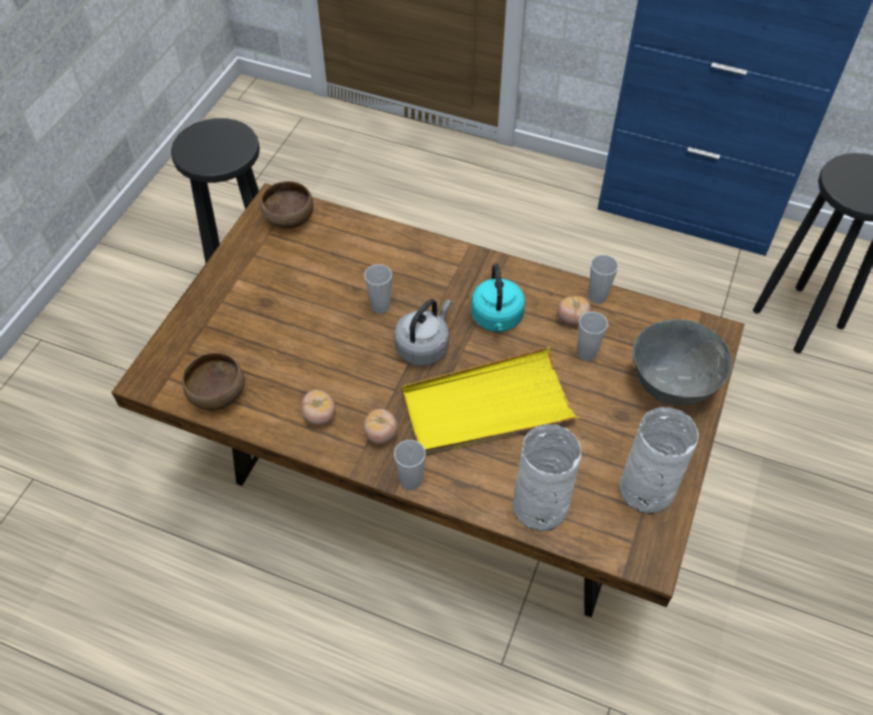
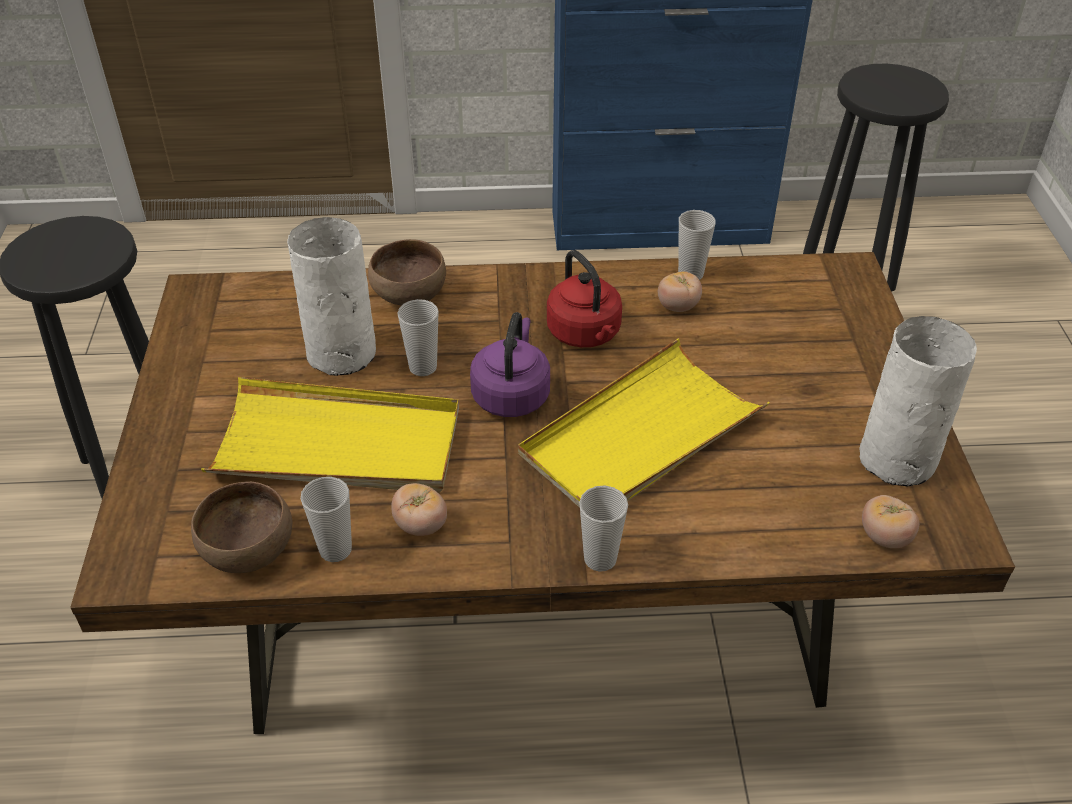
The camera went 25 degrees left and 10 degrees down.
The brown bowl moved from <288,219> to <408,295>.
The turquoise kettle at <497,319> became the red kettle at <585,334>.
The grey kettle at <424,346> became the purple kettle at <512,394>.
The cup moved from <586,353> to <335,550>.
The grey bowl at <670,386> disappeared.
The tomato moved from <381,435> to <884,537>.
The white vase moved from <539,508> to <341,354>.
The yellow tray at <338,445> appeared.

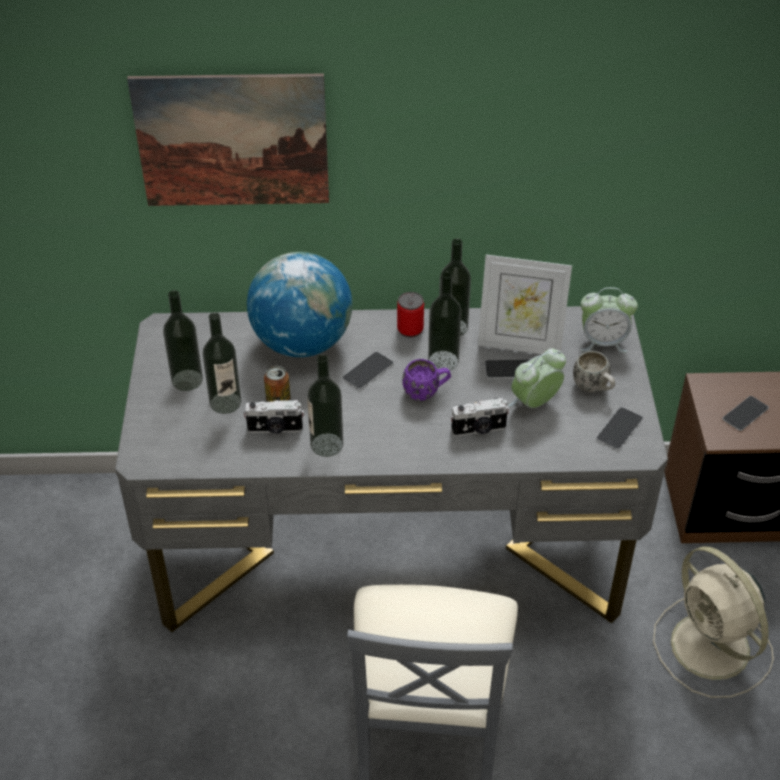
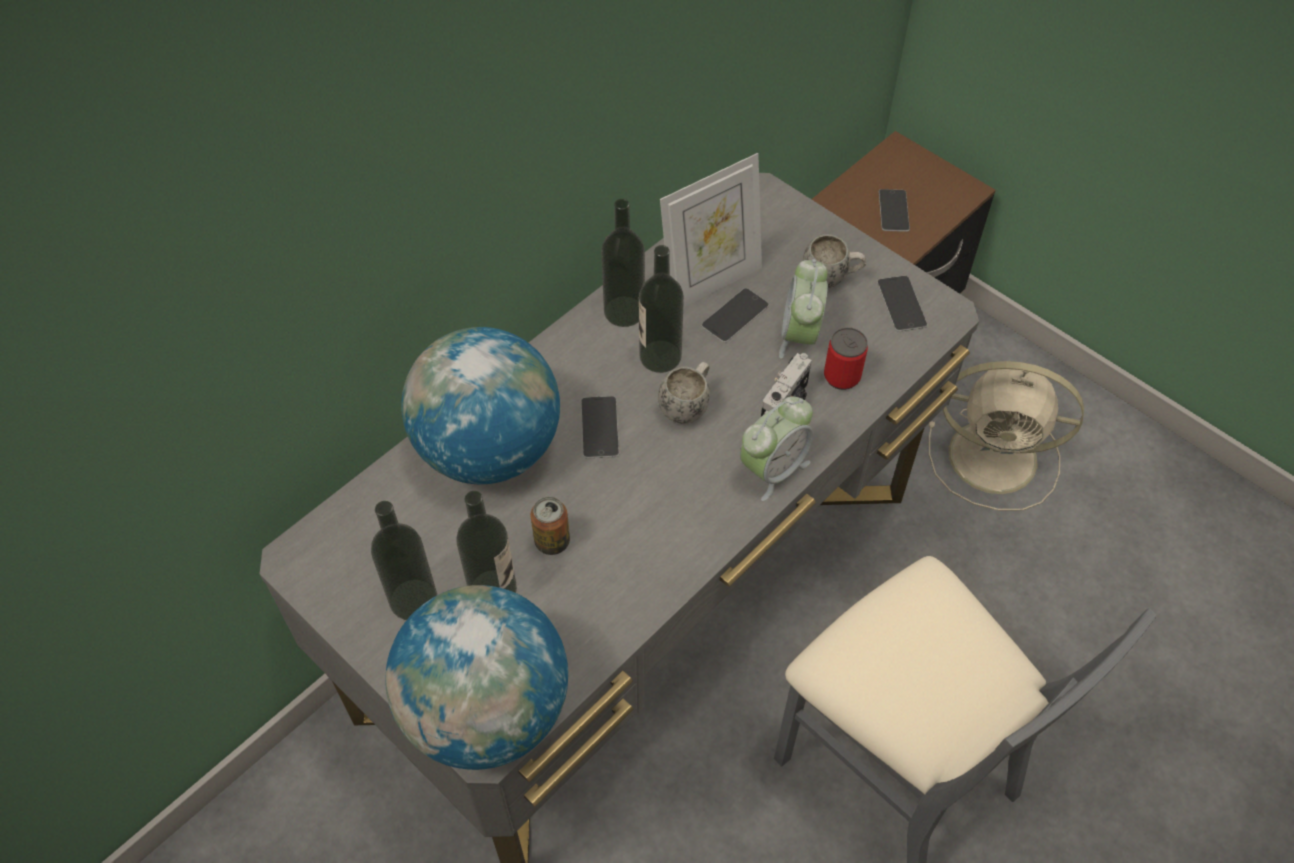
The camera went 45 degrees left and 10 degrees up.
The picture at <232,140> disappeared.
The alarm clock moved from <603,342> to <773,469>.
The can moved from <410,329> to <842,376>.
The bottle at <326,444> disappeared.
The purple mug at <426,392> became the white mug at <687,405>.
The photo camera at <275,429> disappeared.
The globe at <486,712> appeared.

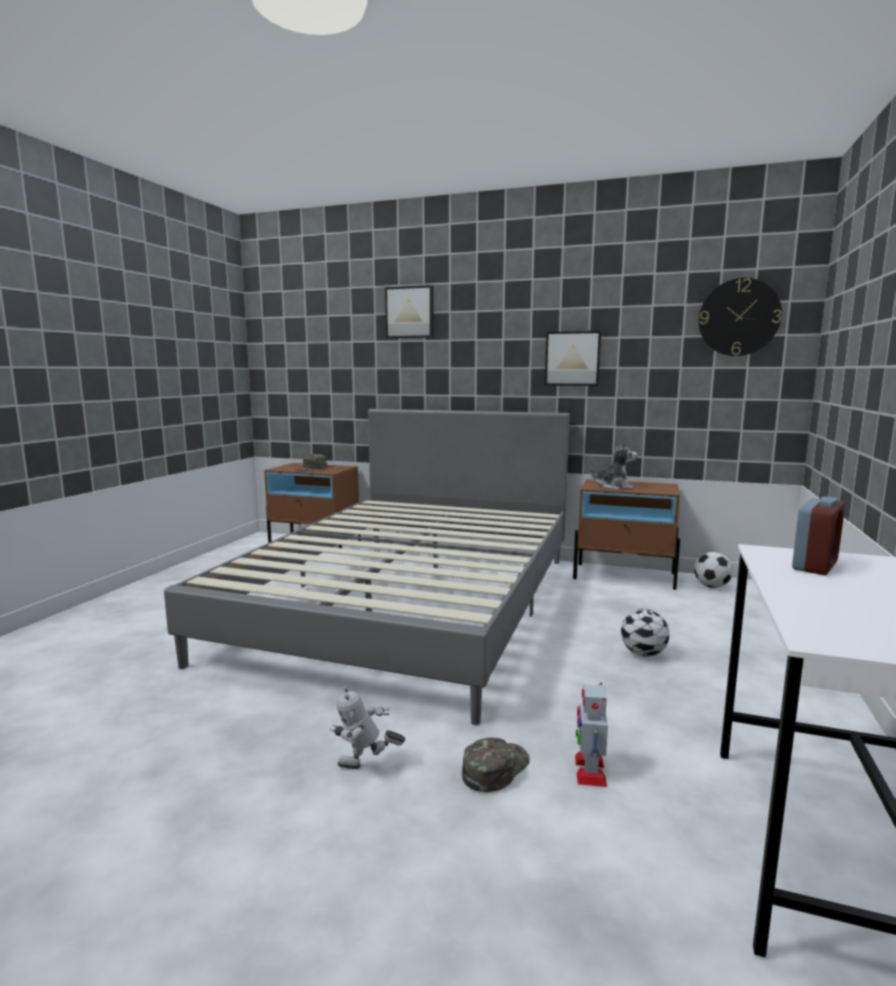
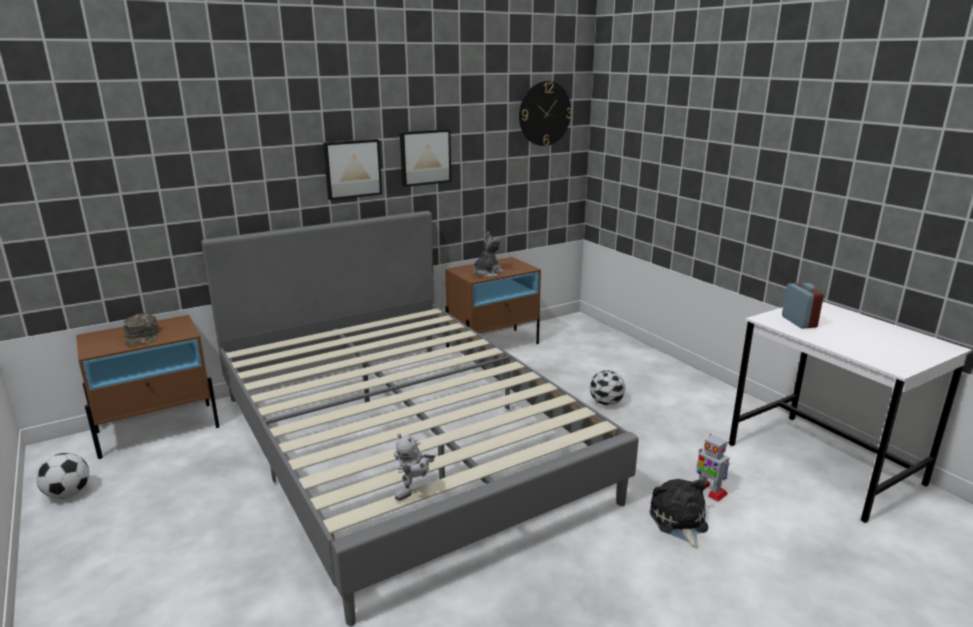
The camera went 50 degrees left and 10 degrees up.
The picture moved from <410,312> to <352,168>.
The football moved from <711,586> to <68,494>.
The toy robot moved from <366,769> to <416,491>.
The green cap at <495,768> was replaced by the plush toy at <679,522>.

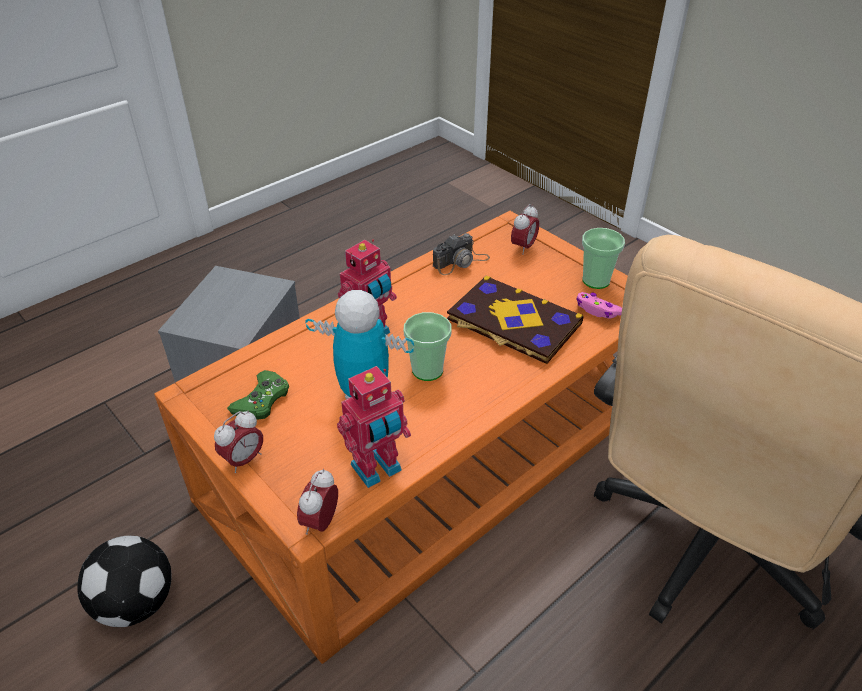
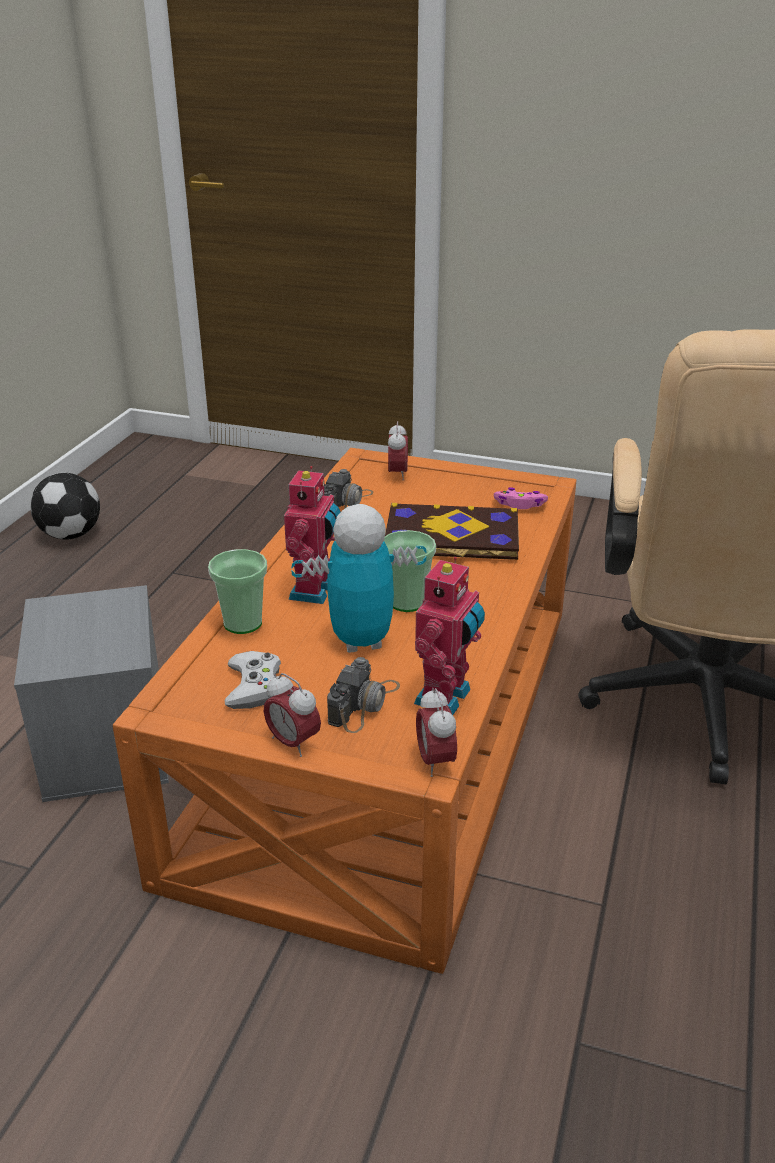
The camera went 30 degrees left and 10 degrees down.
The cup moved from <596,280> to <243,623>.
The green game controller at <262,400> became the white game controller at <254,686>.
The alarm clock at <244,460> turned 120 degrees clockwise.
The football moved from <137,602> to <71,534>.
The photo camera at <364,703> appeared.

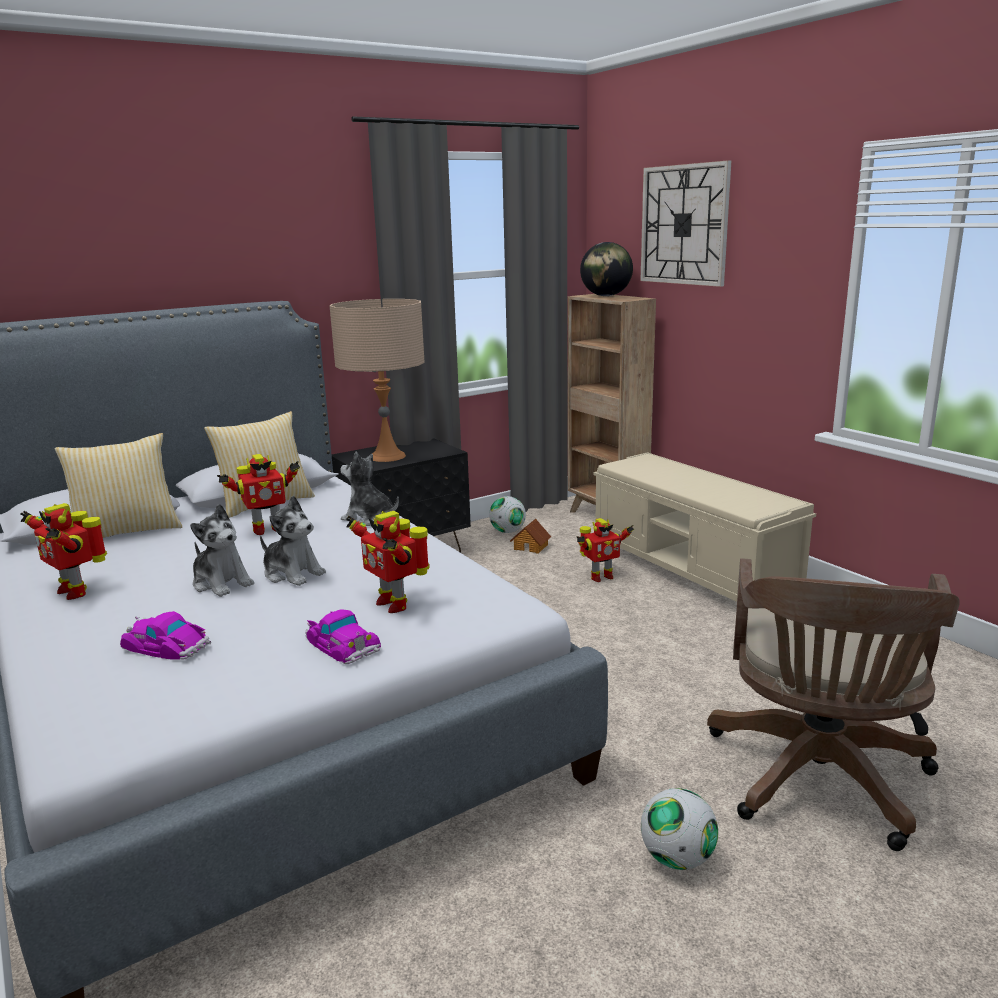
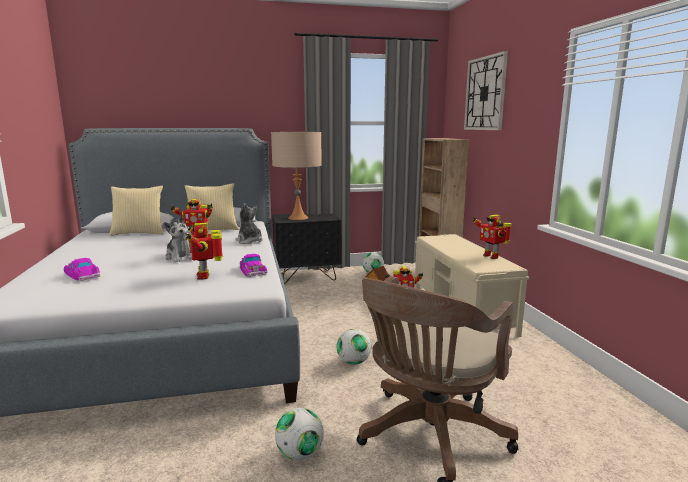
The camera went 20 degrees right and 5 degrees down.
The globe at <606,296> disappeared.
The toy robot moved from <75,591> to <491,256>.
The plush toy at <222,583> disappeared.
The toy car moved from <341,644> to <252,270>.
The football at <353,362> appeared.

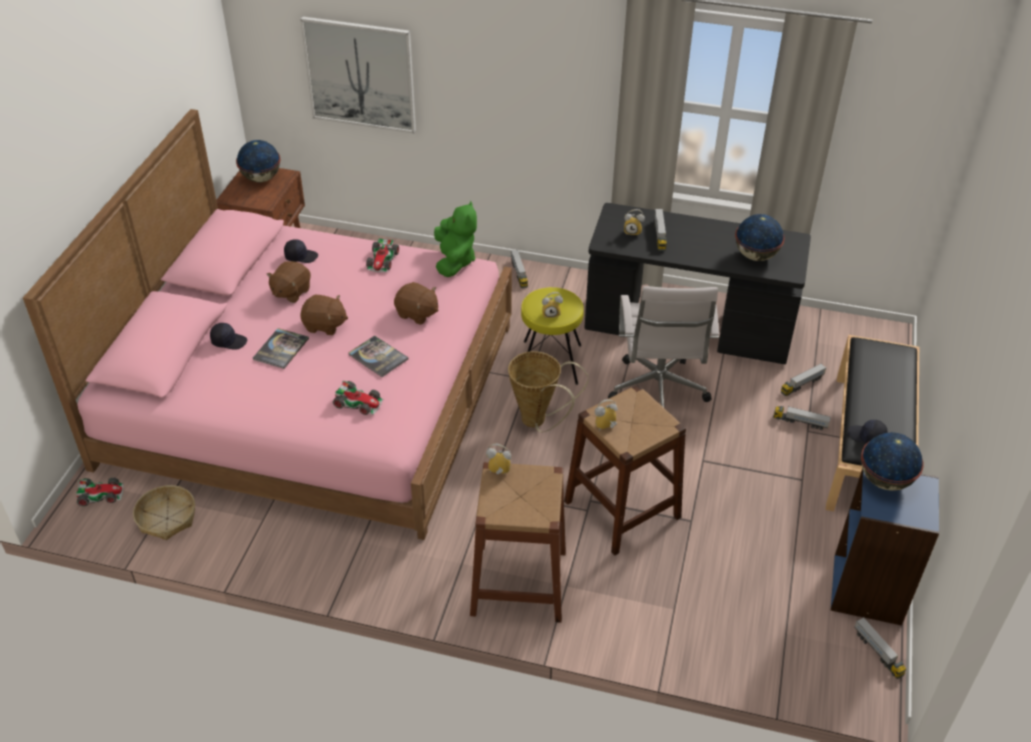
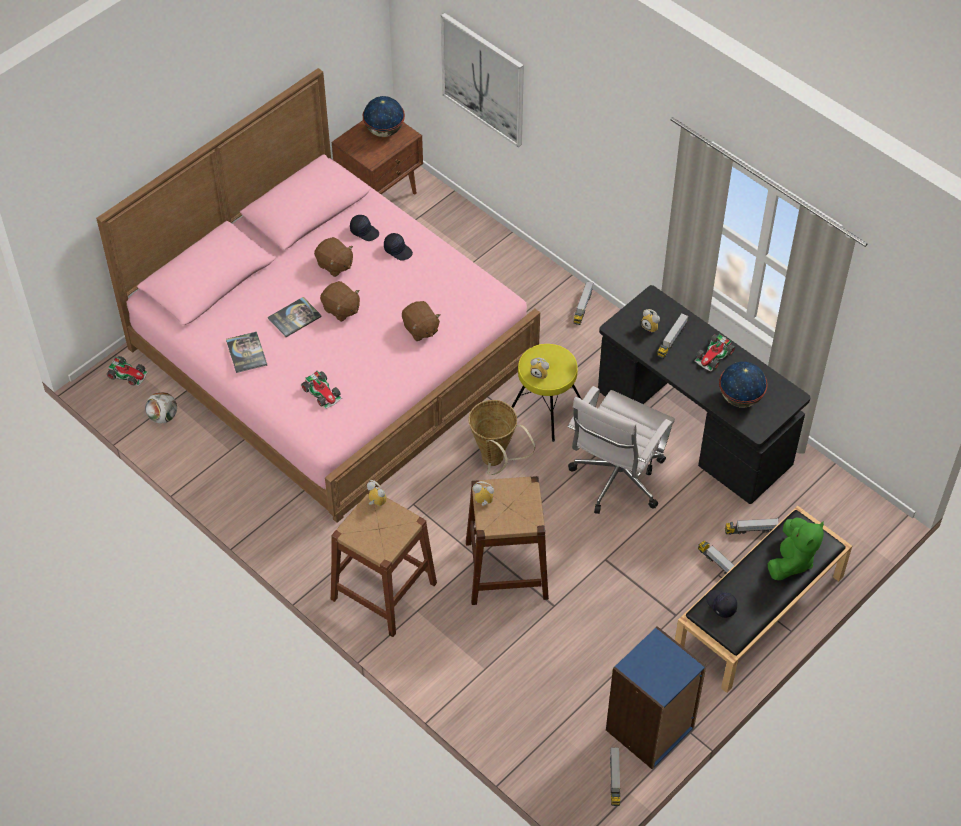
The camera went 30 degrees right and 10 degrees up.
The green plush toy moved from <454,261> to <791,560>.
The toy car moved from <382,260> to <714,356>.
The brown plush toy at <291,292> turned 105 degrees counterclockwise.
The black cap moved from <229,341> to <398,250>.
The book moved from <378,357> to <246,353>.
The globe at <884,480> disappeared.
The basket at <167,518> was replaced by the football at <163,416>.

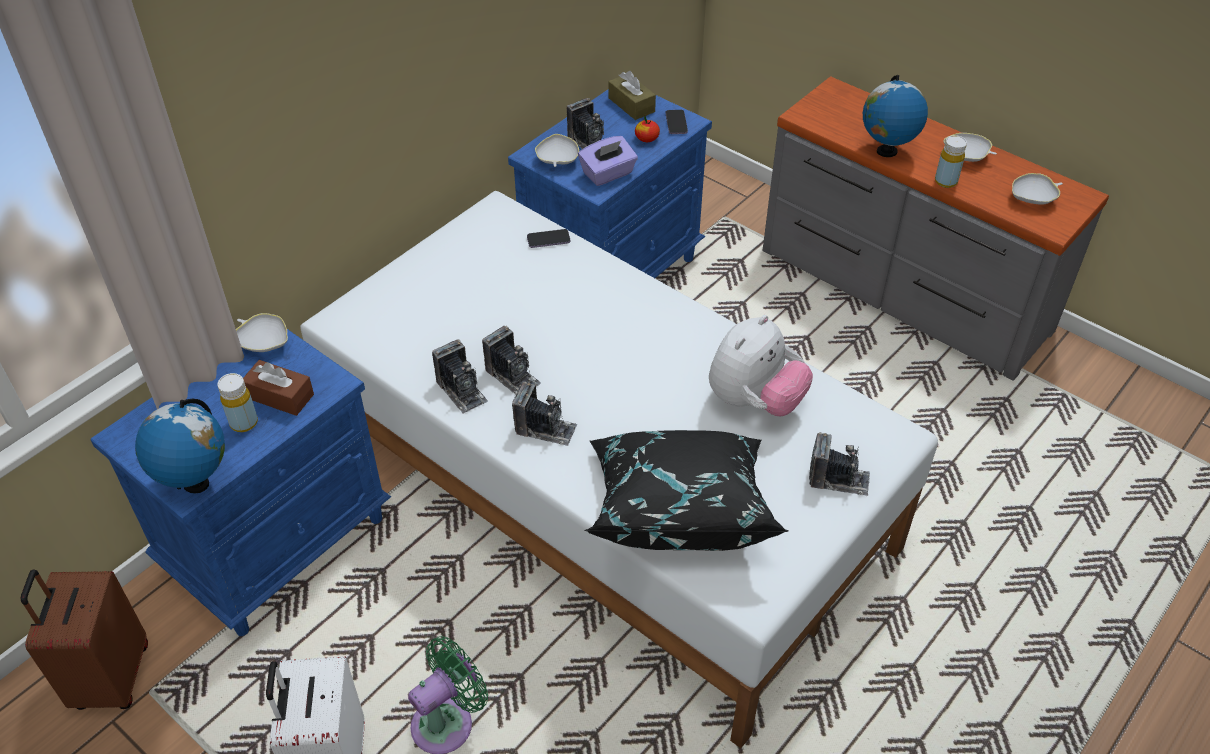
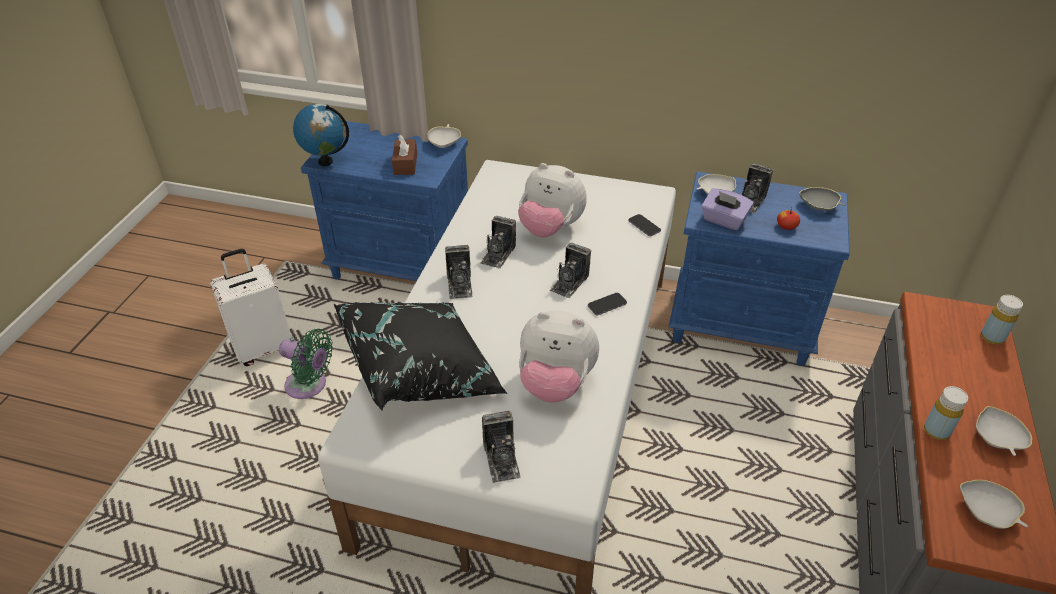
The camera went 65 degrees right and 5 degrees down.
The brown tissue box at <631,105> was replaced by the grey bowl at <819,206>.
The globe at <886,151> disappeared.
The phone moved from <676,123> to <607,305>.
The photo camera moved from <462,391> to <569,283>.
The yellow bottle moved from <244,423> to <992,337>.
The brown suitcase at <110,678> disappeared.
The plush toy at <550,228> appeared.

